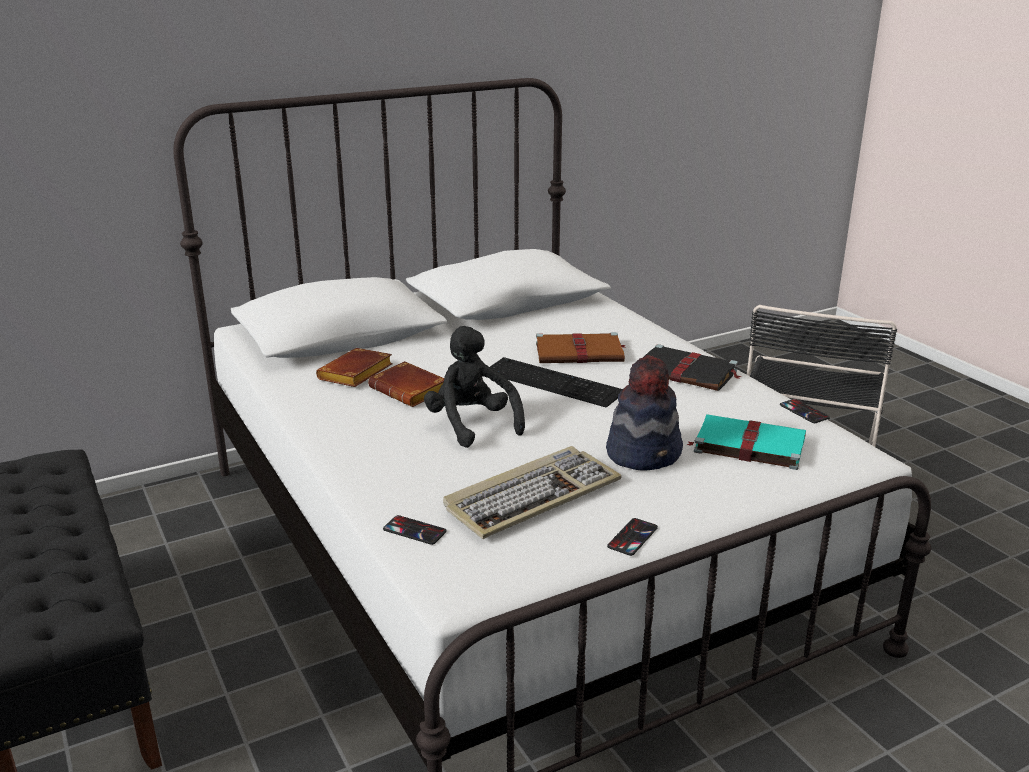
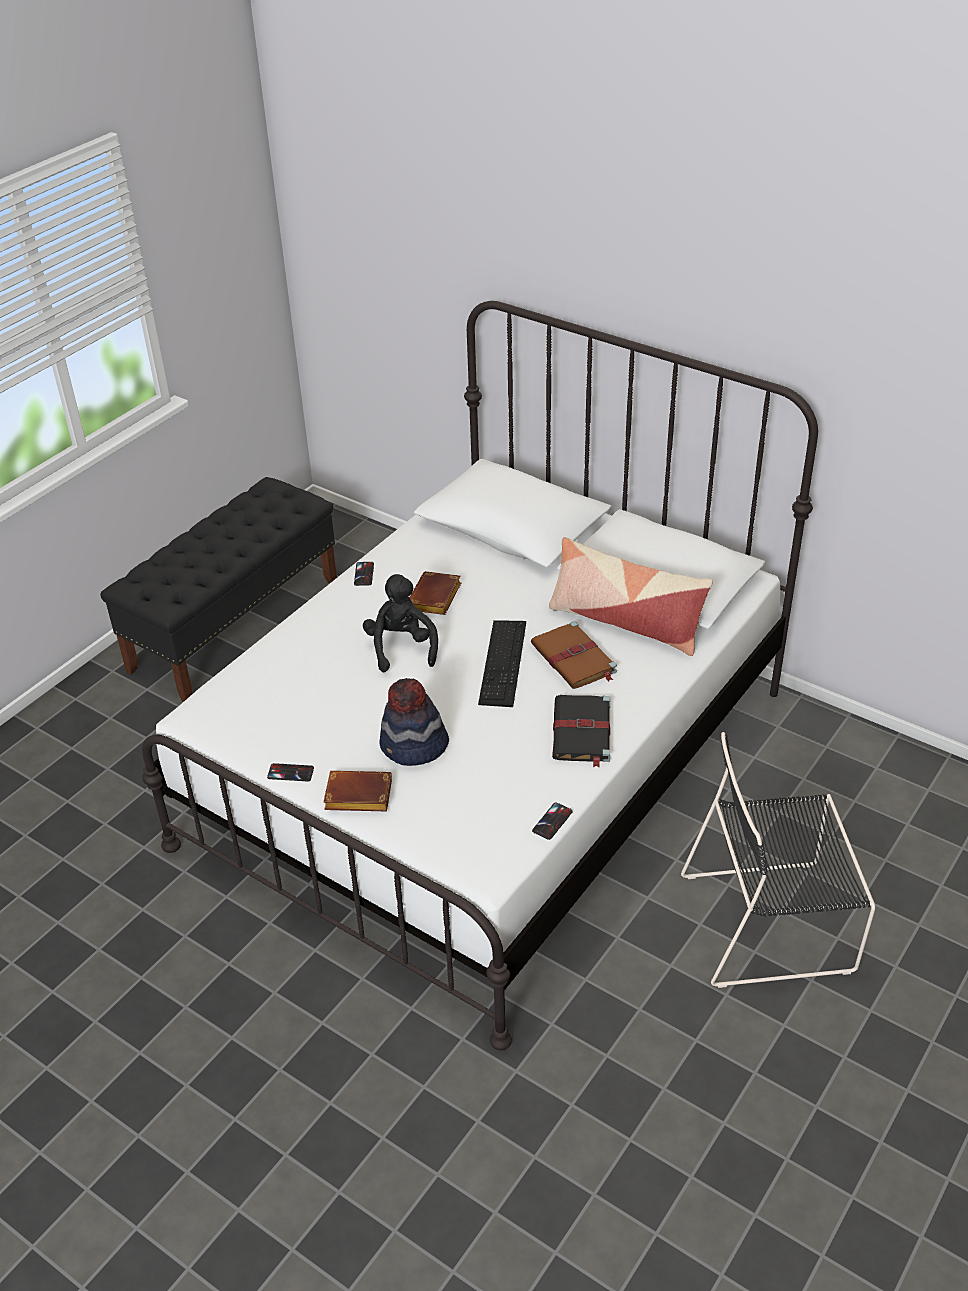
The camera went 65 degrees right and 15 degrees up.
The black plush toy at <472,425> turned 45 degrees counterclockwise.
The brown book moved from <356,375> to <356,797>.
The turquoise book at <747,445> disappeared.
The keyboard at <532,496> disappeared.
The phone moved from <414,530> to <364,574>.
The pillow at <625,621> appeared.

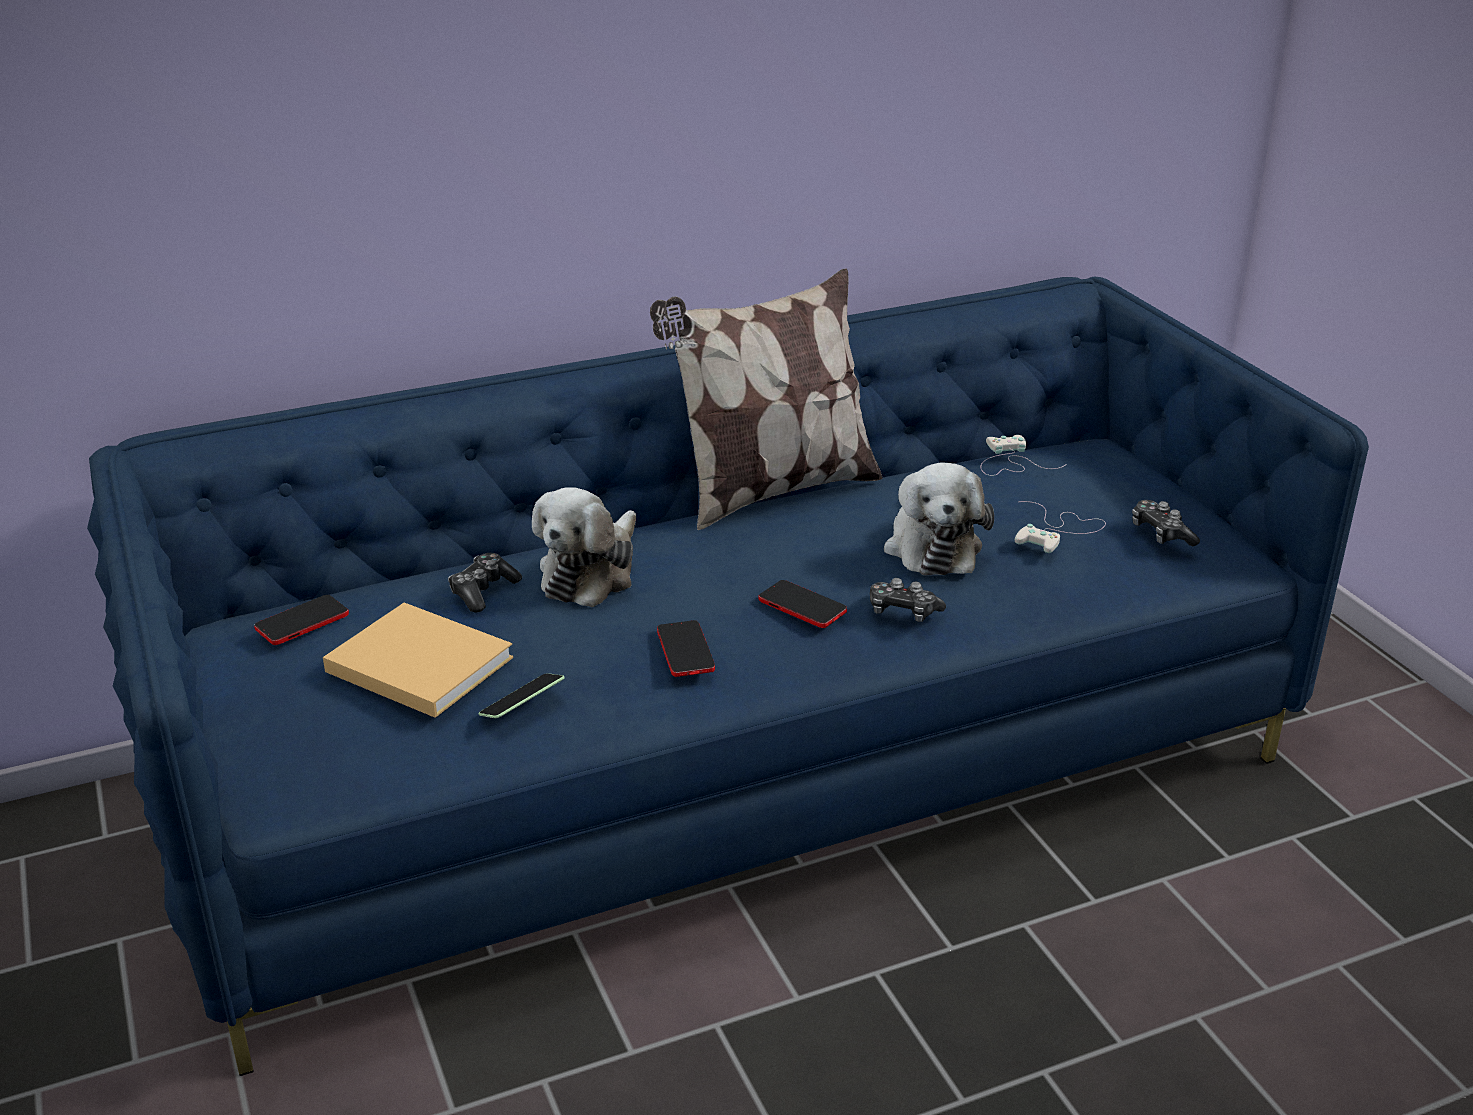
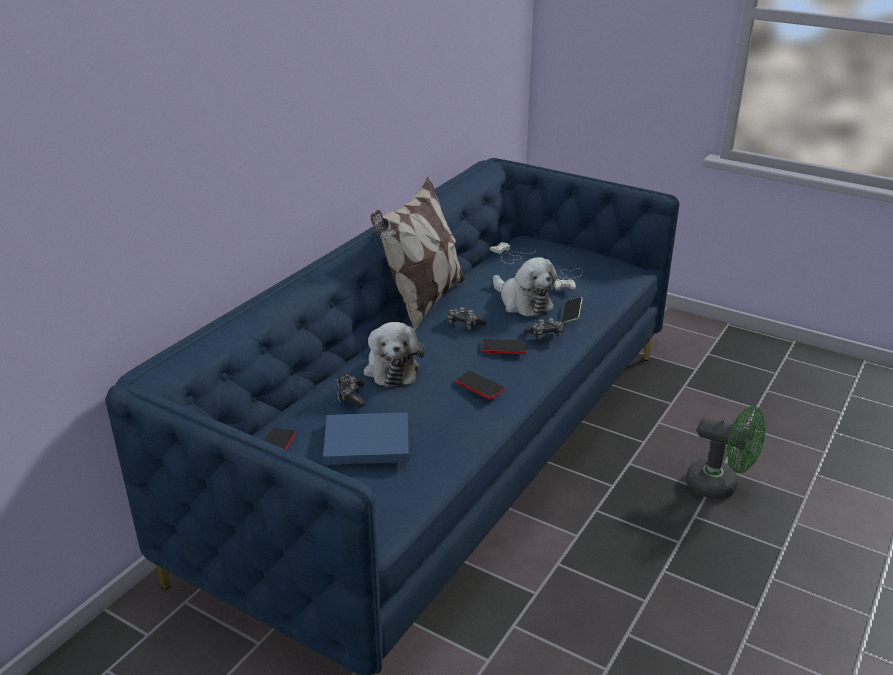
The camera went 35 degrees left and 0 degrees up.
The game controller moved from <1161,534> to <464,324>.
The beige book at <415,663> became the blue book at <364,442>.
The phone moved from <522,706> to <571,315>.
The green fan at <720,486> appeared.

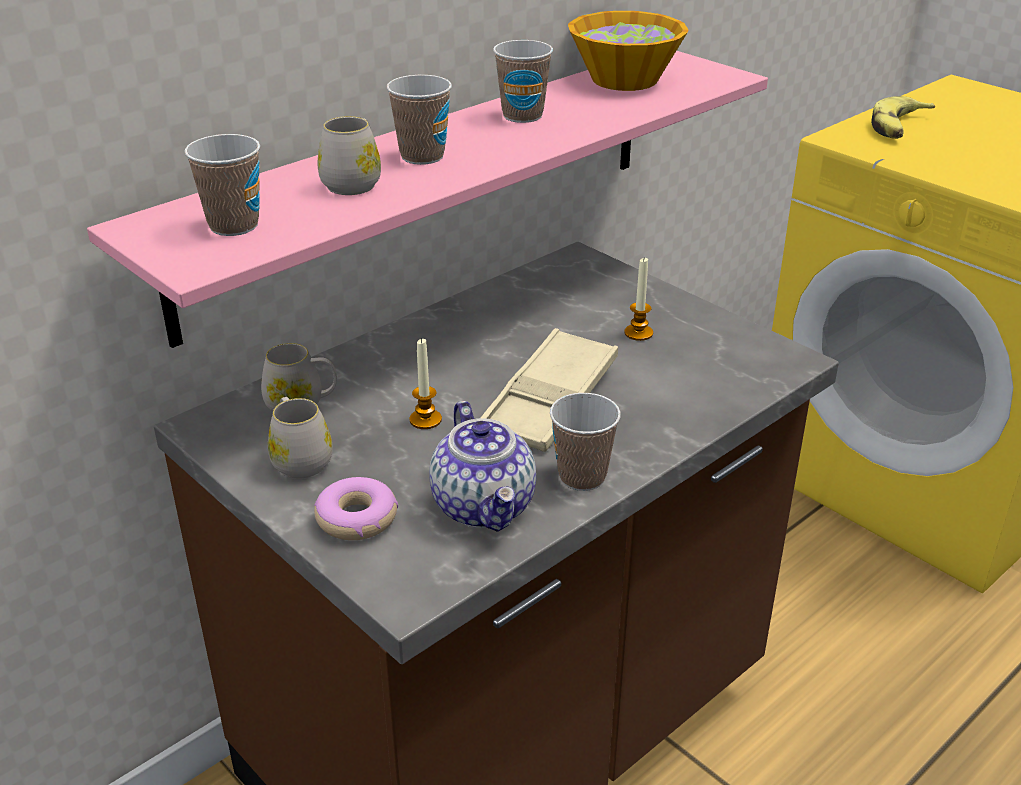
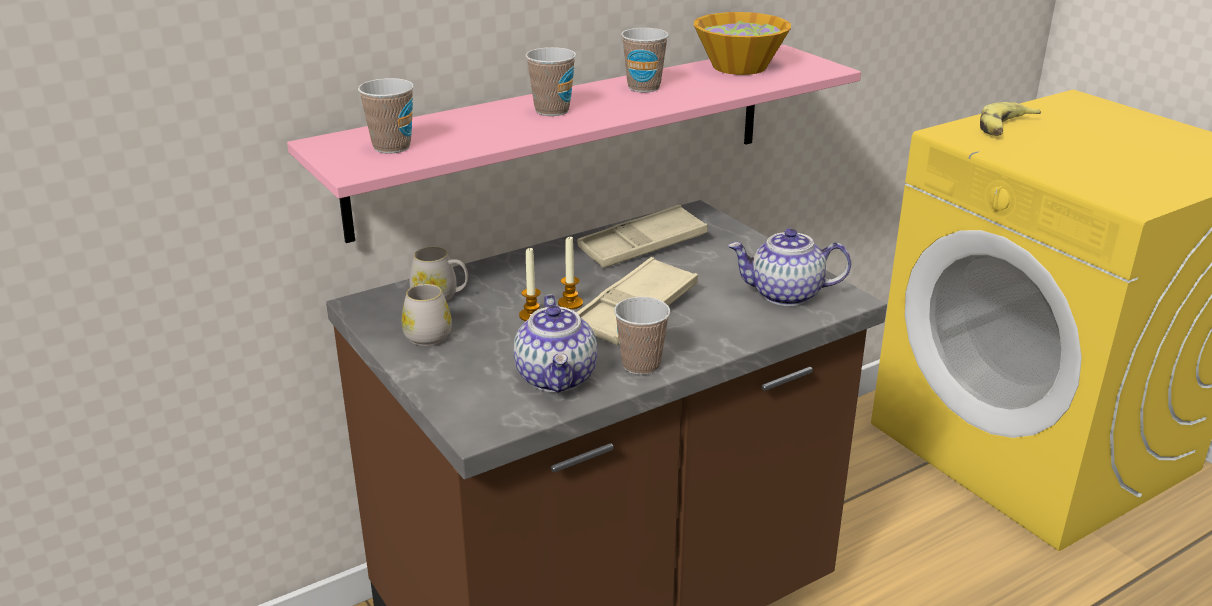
The camera went 10 degrees right and 5 degrees down.
The white mug at <354,182> disappeared.
The candle moved from <638,333> to <570,303>.
The donut at <357,519> disappeared.
The beige tray at <642,245> appeared.
The teapot at <785,295> appeared.

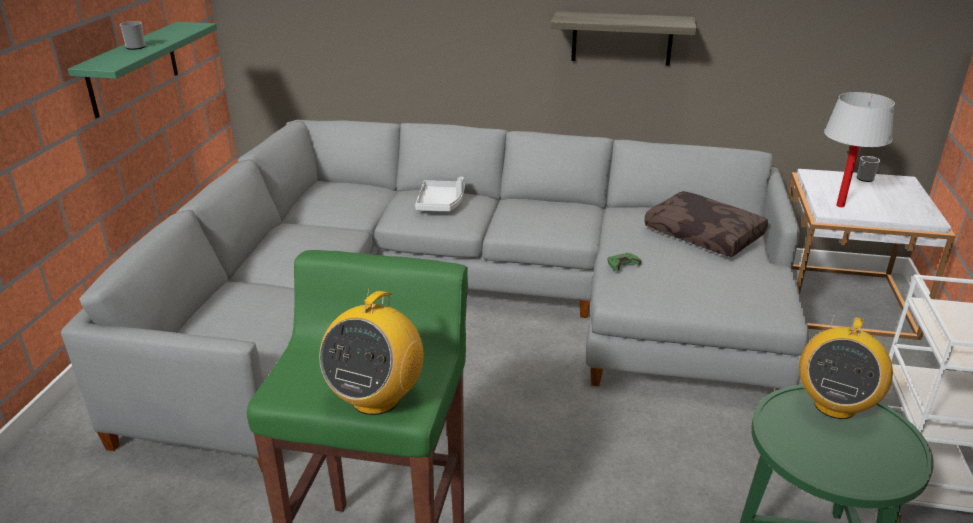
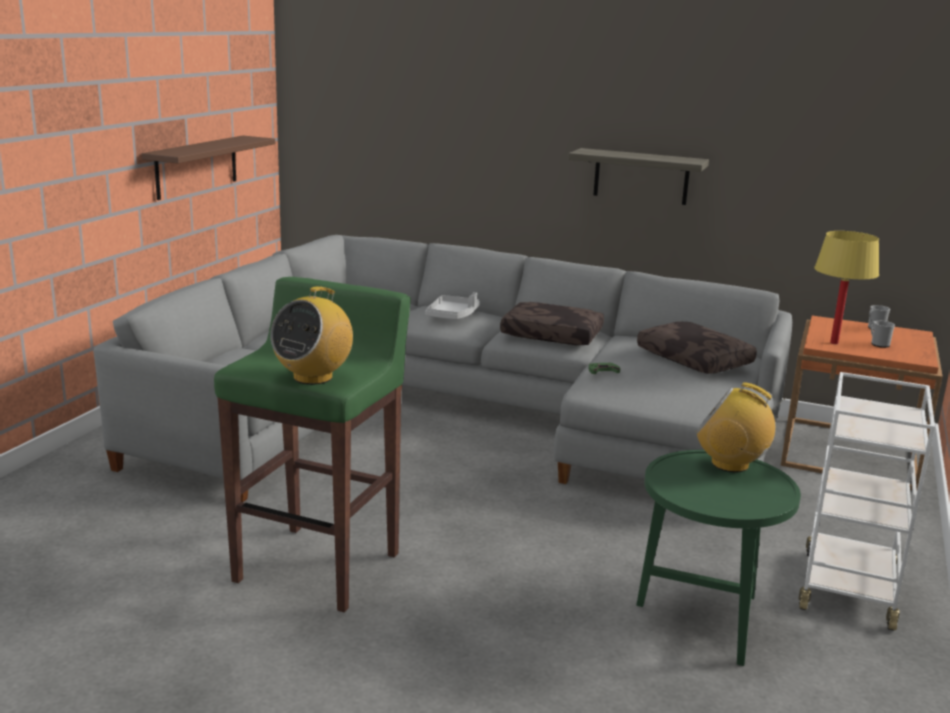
The camera went 10 degrees right and 10 degrees down.
The mug moved from <134,47> to <878,344>.
The green shelf at <133,69> became the brown shelf at <196,166>.
The white table lamp at <840,205> became the yellow table lamp at <834,343>.
The white side table at <841,300> became the orange side table at <849,453>.
The radio at <834,405> turned 75 degrees clockwise.
The brown pillow at <550,335> appeared.

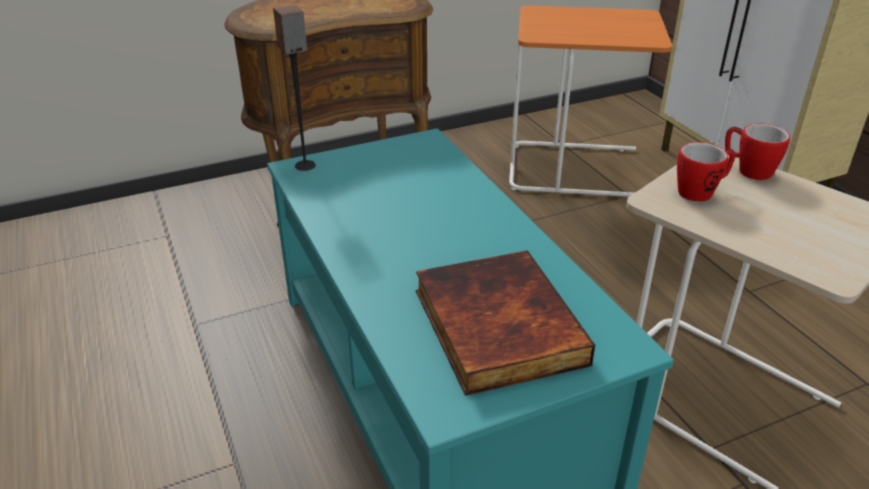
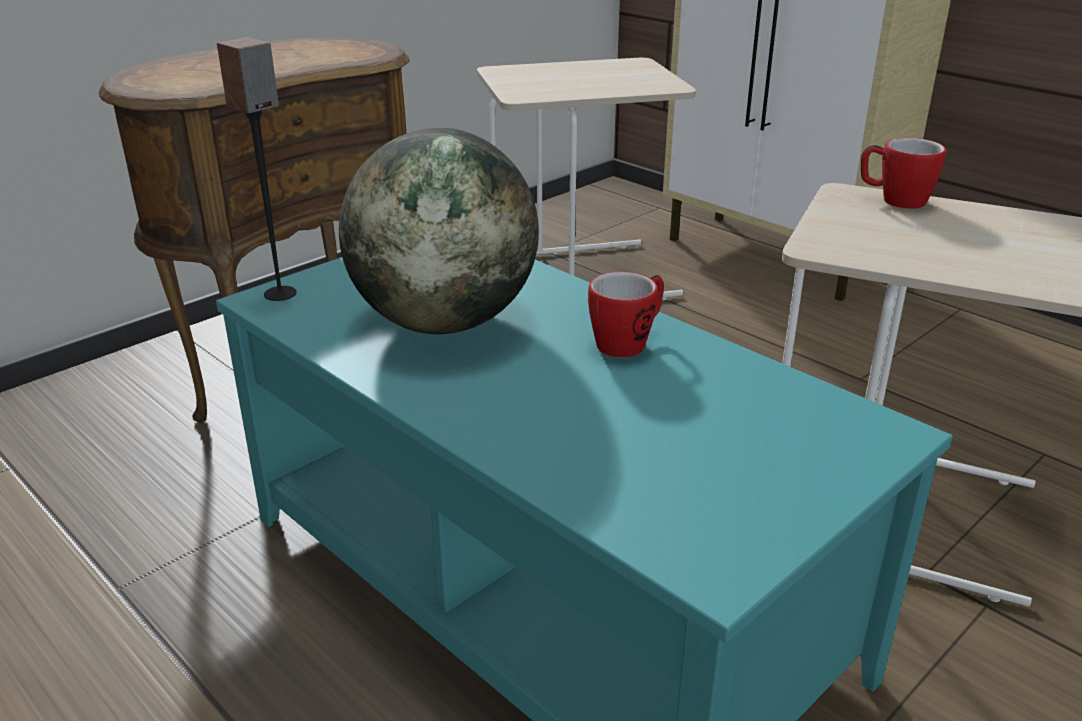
The camera went 20 degrees left and 5 degrees down.
The orange side table at <576,169> became the beige side table at <580,277>.
The mug moved from <701,192> to <628,342>.
The book at <494,326> disappeared.
The globe at <444,322> appeared.

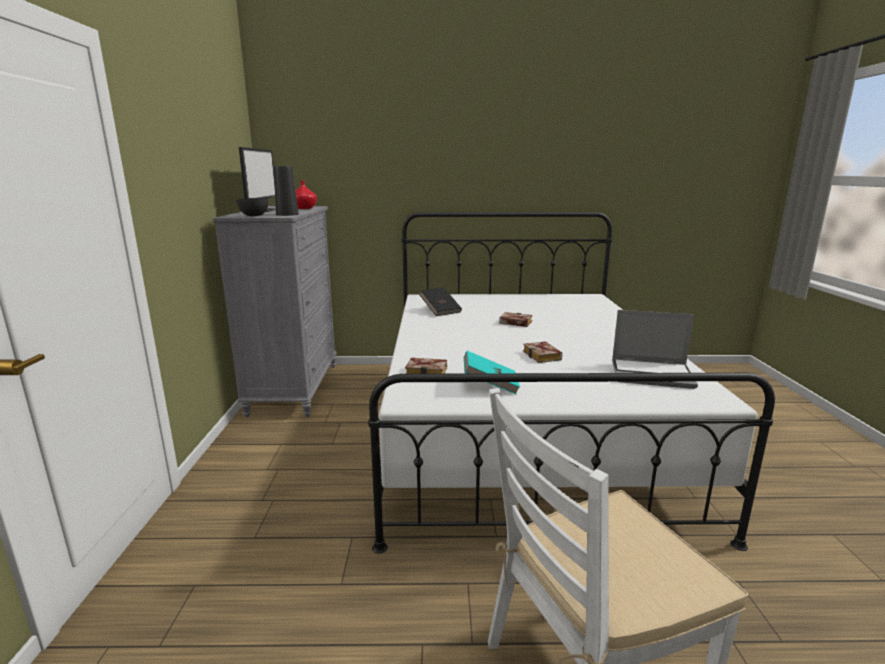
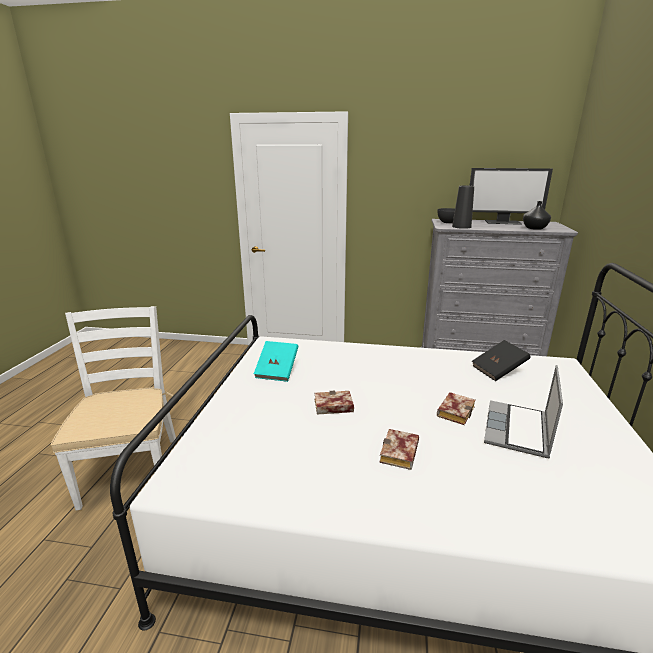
The camera went 100 degrees right and 5 degrees up.
The red vase at <305,208> became the black vase at <535,228>.
The laptop moved from <652,374> to <518,431>.
The book moved from <428,371> to <400,454>.

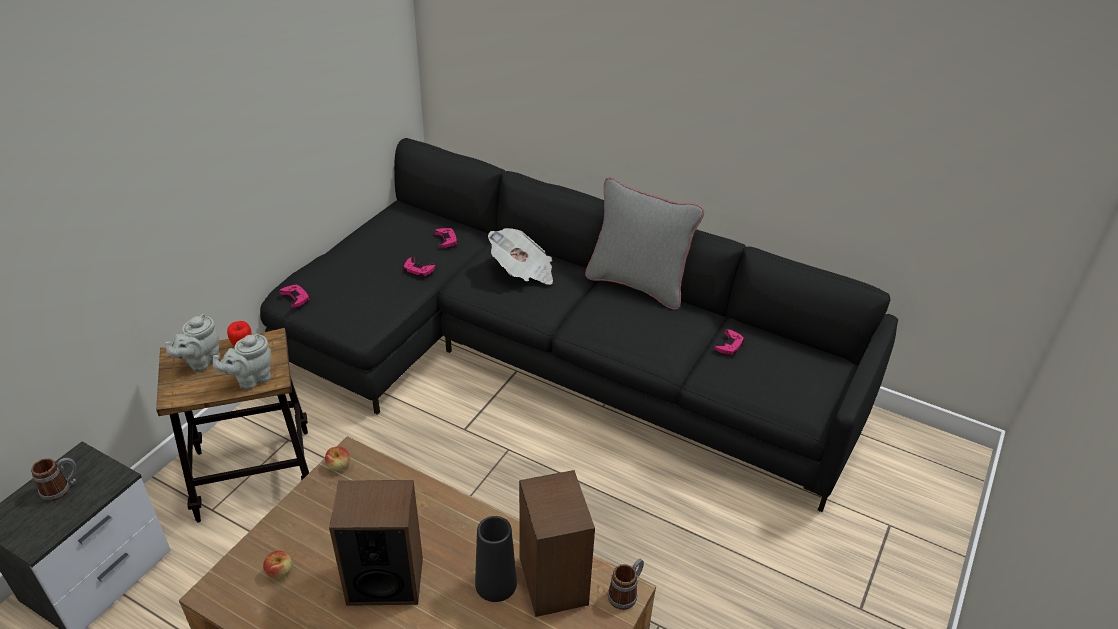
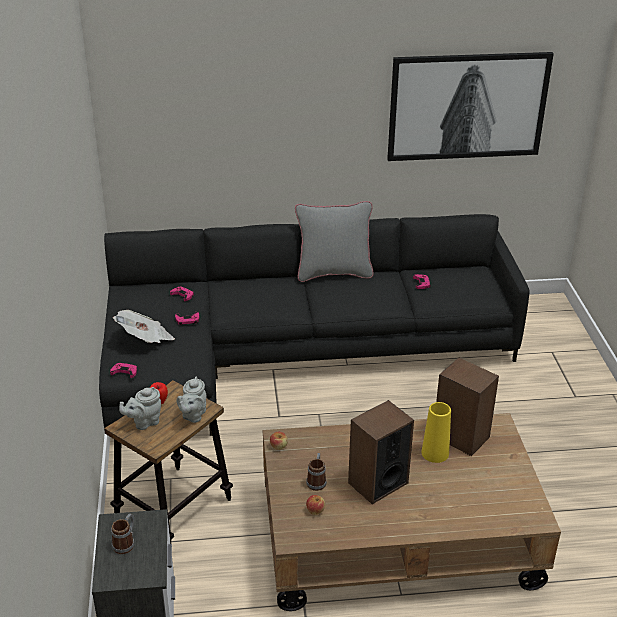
The camera went 35 degrees left and 5 degrees down.
The newspaper moved from <523,272> to <145,339>.
The grey teapot at <201,361> turned 60 degrees clockwise.
The black vase at <496,583> became the yellow vase at <435,453>.
The mug moved from <626,593> to <317,480>.
The picture at <467,106> appeared.

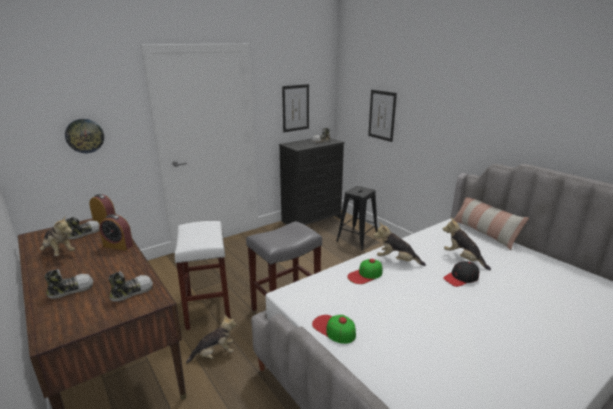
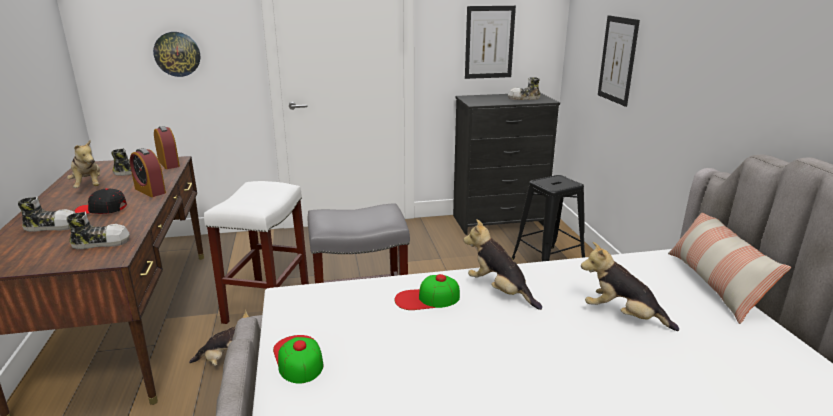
The camera went 25 degrees right and 0 degrees up.
The plush toy at <463,259> turned 45 degrees counterclockwise.
The black cap moved from <461,278> to <102,209>.

